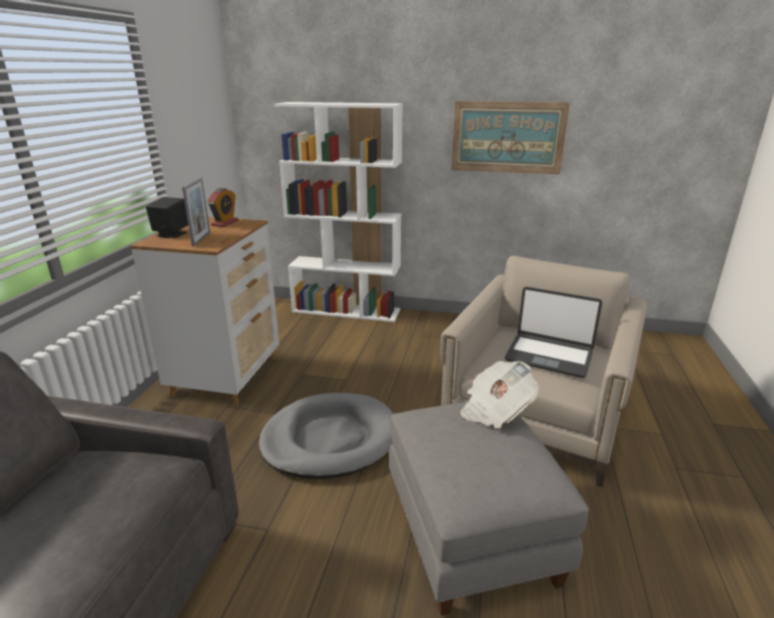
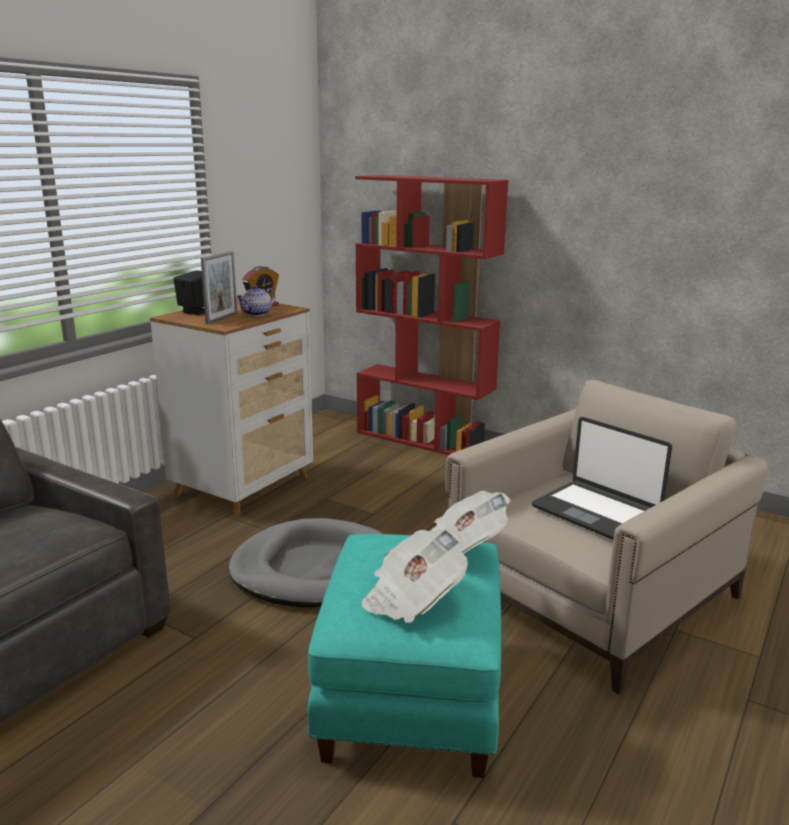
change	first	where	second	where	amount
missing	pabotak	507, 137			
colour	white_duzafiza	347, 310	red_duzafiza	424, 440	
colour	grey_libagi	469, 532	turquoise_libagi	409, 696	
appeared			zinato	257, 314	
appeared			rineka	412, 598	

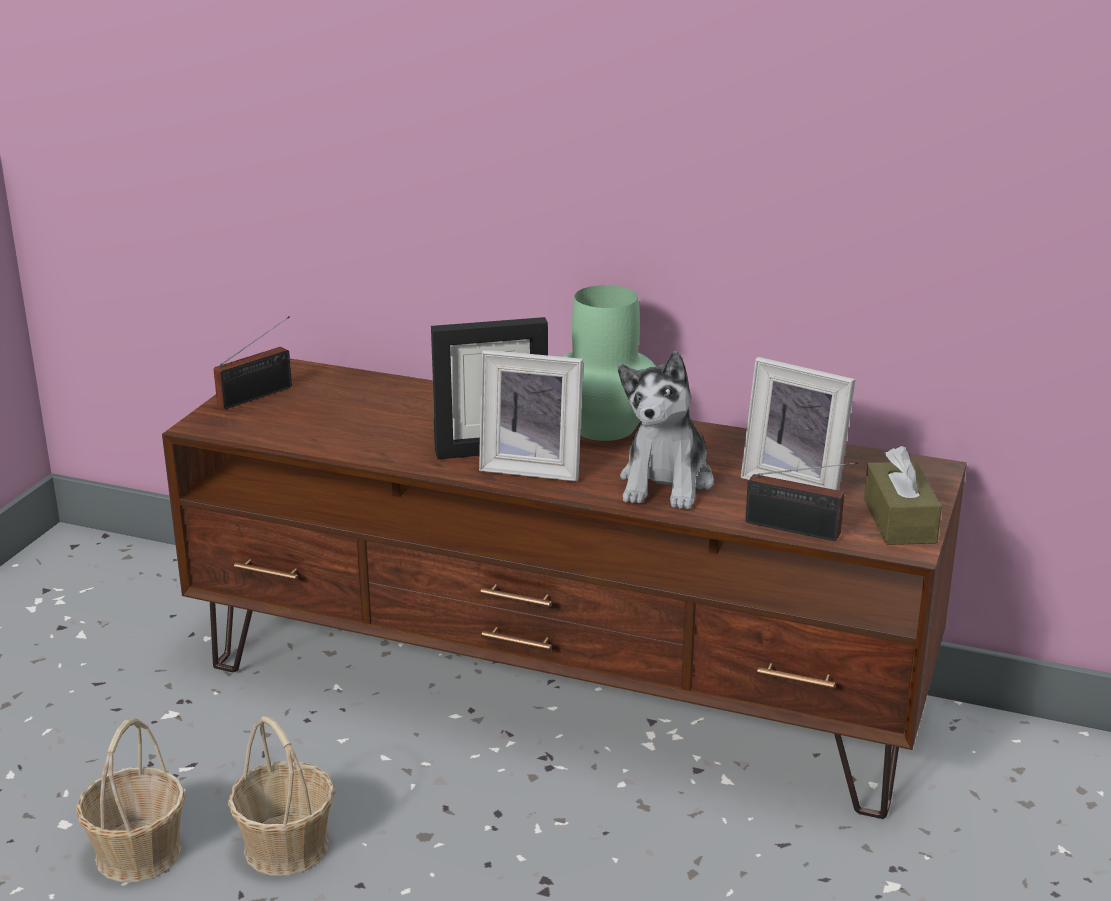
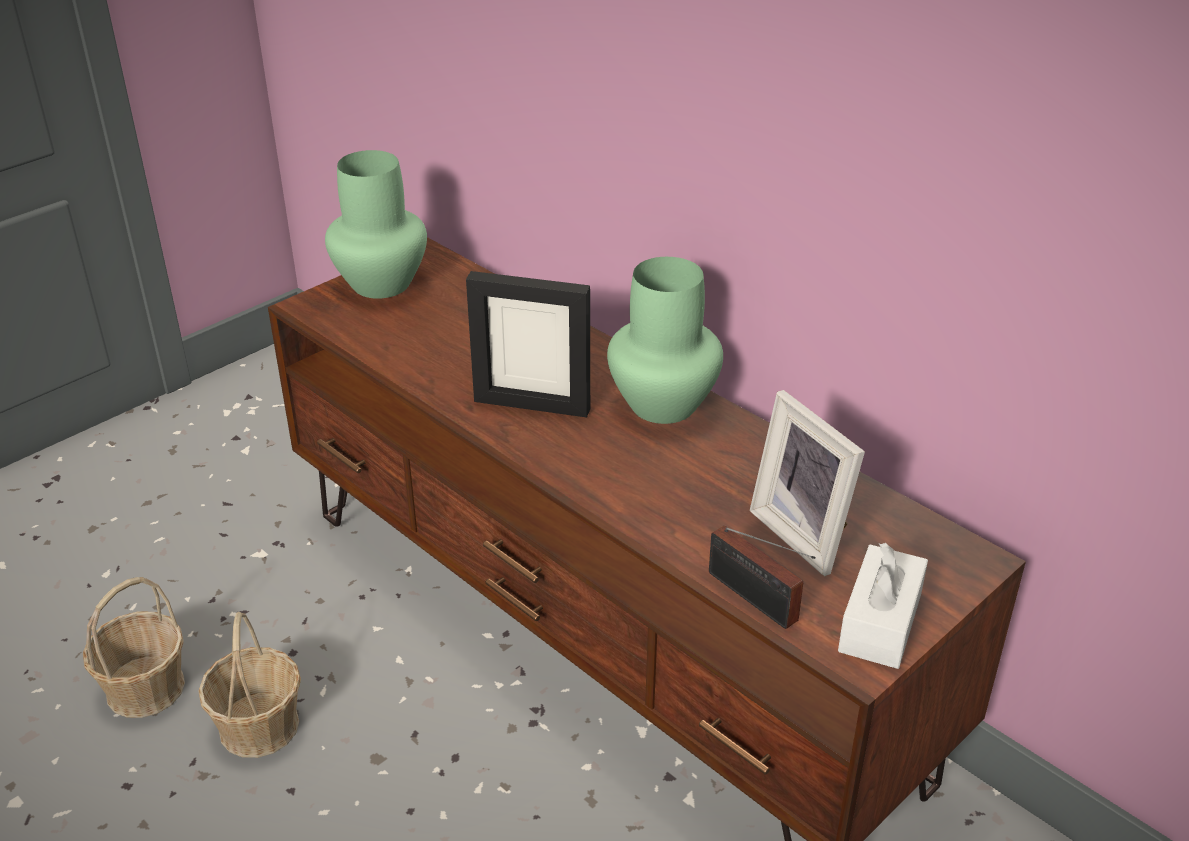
change	first	where	second	where	amount
exchanged	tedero	259, 395	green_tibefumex	381, 283	
missing	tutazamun	533, 467			
missing	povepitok	666, 483			
colour	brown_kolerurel	899, 520	white_kolerurel	880, 622	

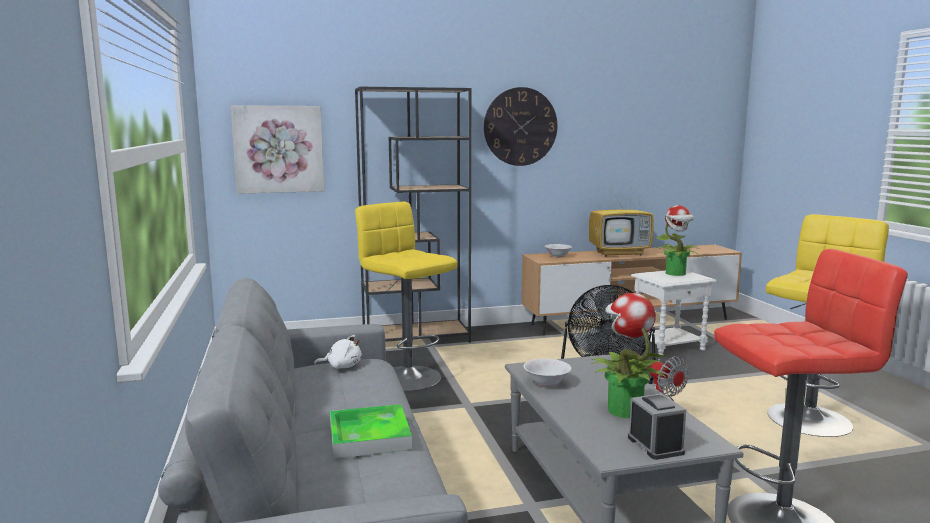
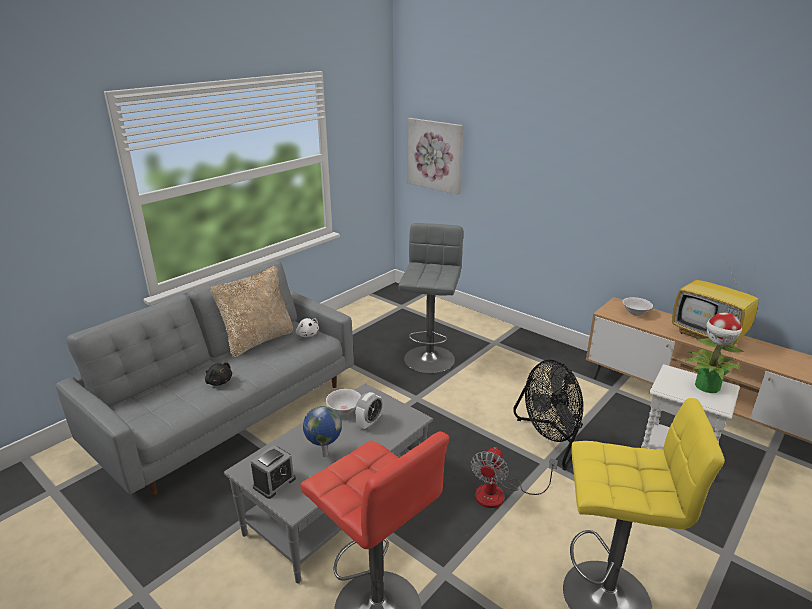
change	first	where	second	where	amount
missing	duzafiza	416, 339			
missing	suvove	520, 126			
colour	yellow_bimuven	408, 378	grey_bimuven	430, 359	
exchanged	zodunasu	624, 410	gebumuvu	324, 454	
exchanged	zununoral	369, 436	black_povepitok	219, 381	
appeared			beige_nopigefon	259, 341	
appeared			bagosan	369, 423	

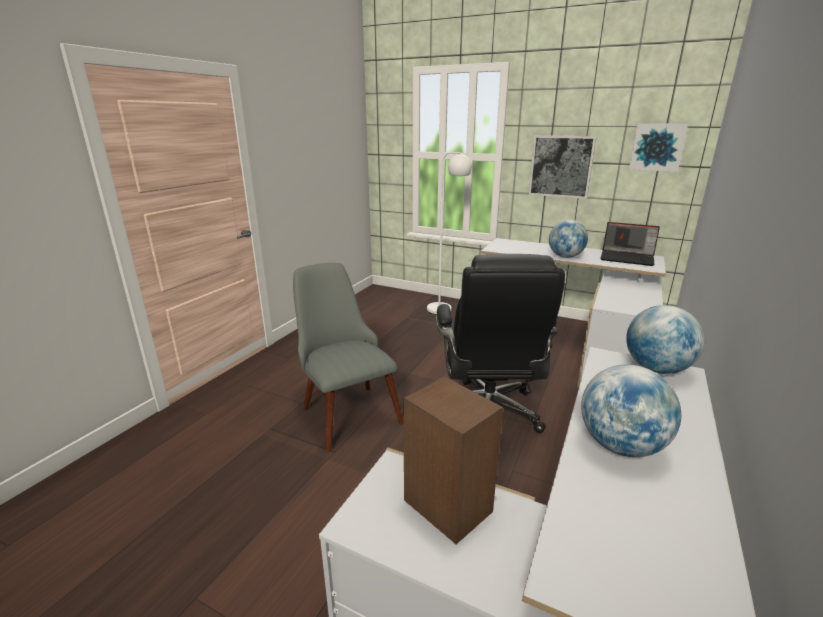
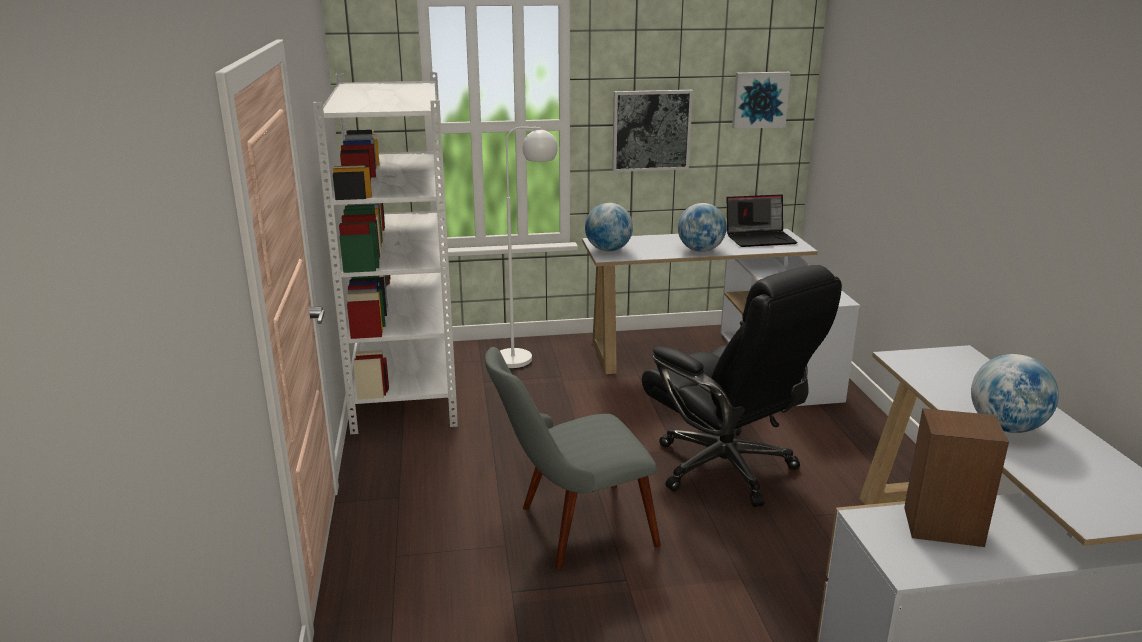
change	first	where	second	where	amount
spun	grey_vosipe	345, 409		571, 529	45 degrees counterclockwise
relocated	gebumuvu	656, 369		608, 250	
appeared			white_duzafiza	406, 384	

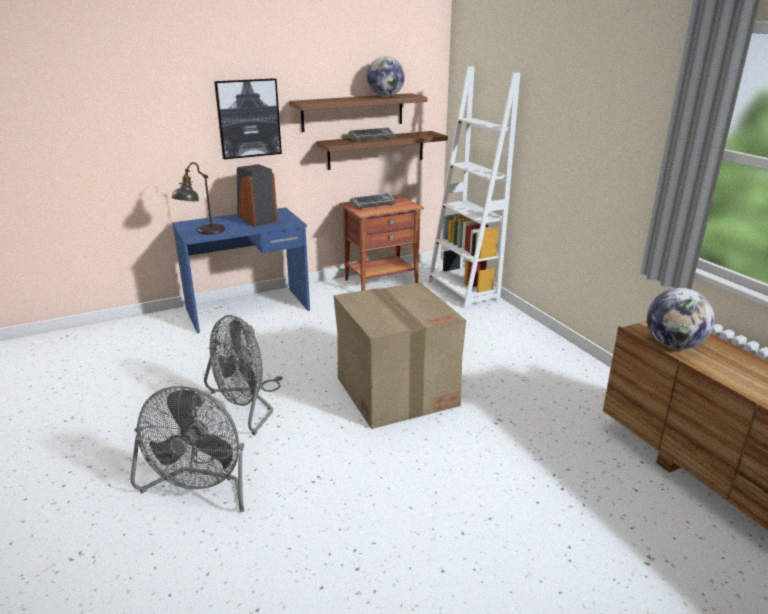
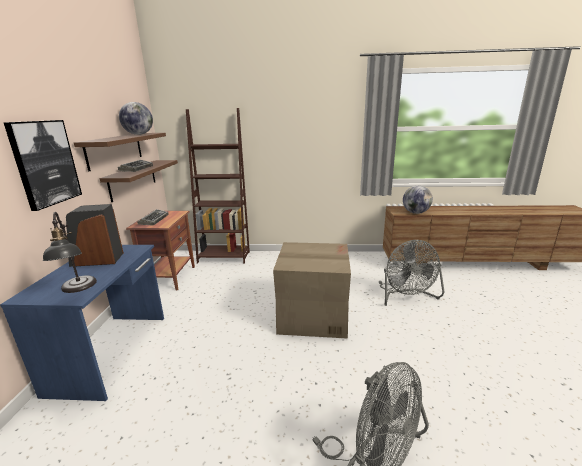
change	first	where	second	where	amount
colour	white_duzafiza	463, 290	brown_duzafiza	224, 257	
relocated	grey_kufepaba	248, 404		404, 296	

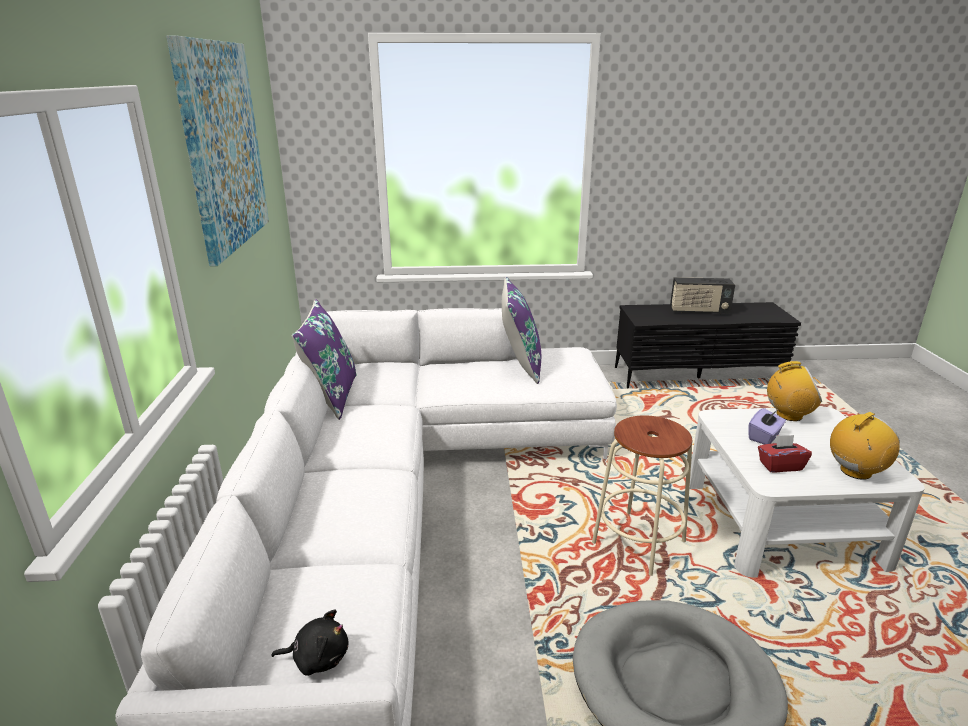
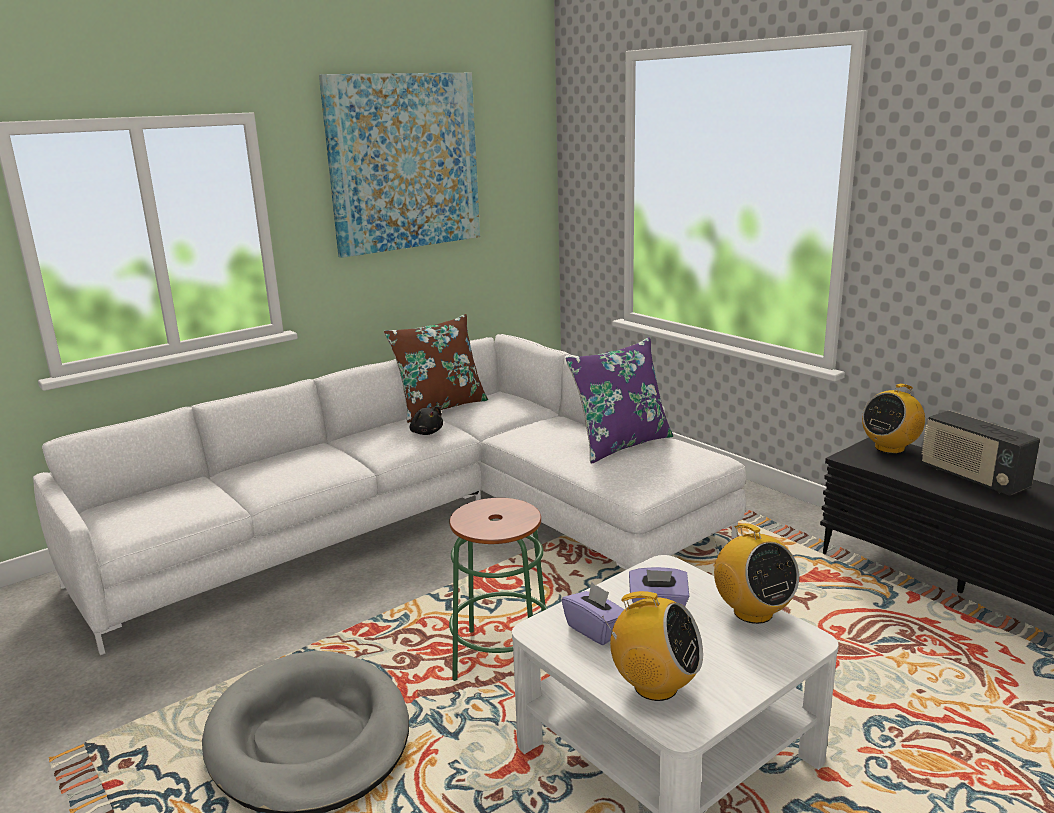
change	first	where	second	where	amount
colour	purple_nopigefon	331, 396	brown_nopigefon	440, 407	
colour	beige_bimuven	638, 542	green_bimuven	502, 657	
colour	red_kolerurel	780, 466	purple_kolerurel	595, 630	
relocated	black_povepitok	318, 658		426, 432	
appeared			tedero	889, 448	

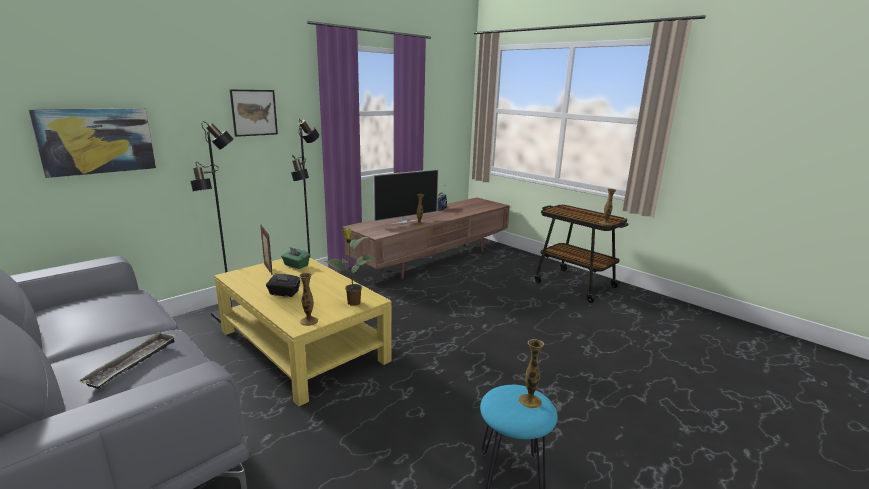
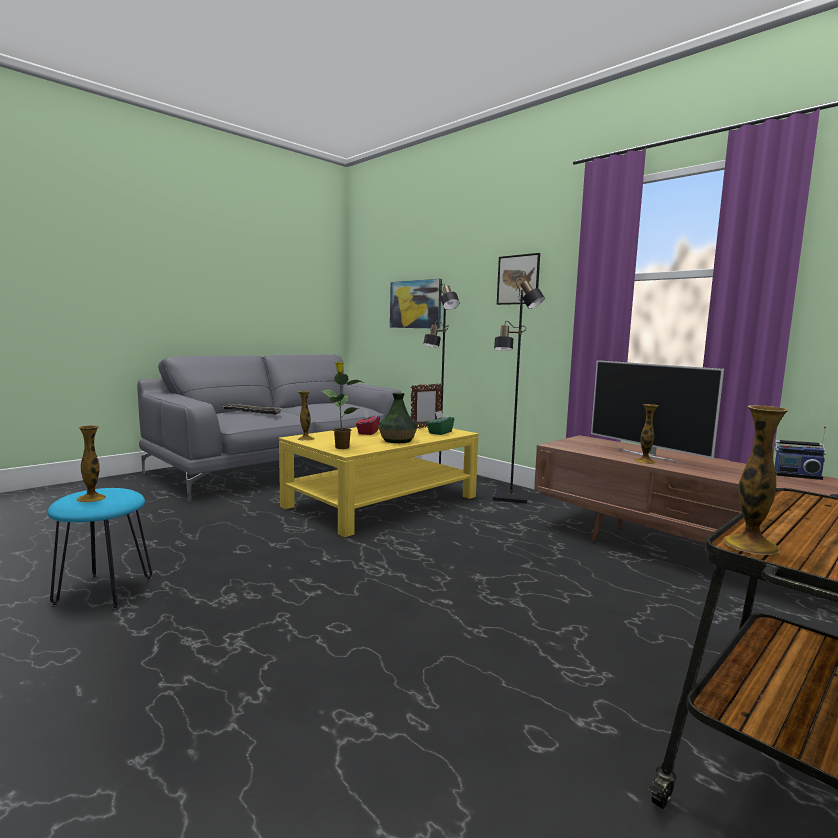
change	first	where	second	where	amount
colour	black_kolerurel	284, 293	red_kolerurel	367, 432	
appeared			tibefumex	397, 440	

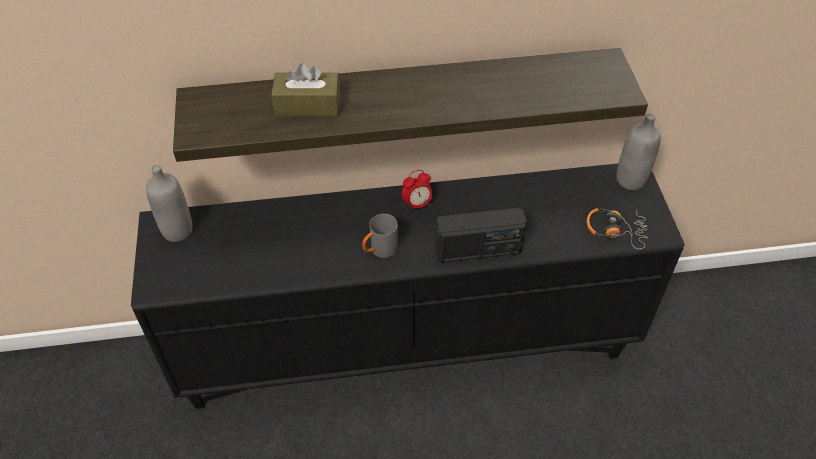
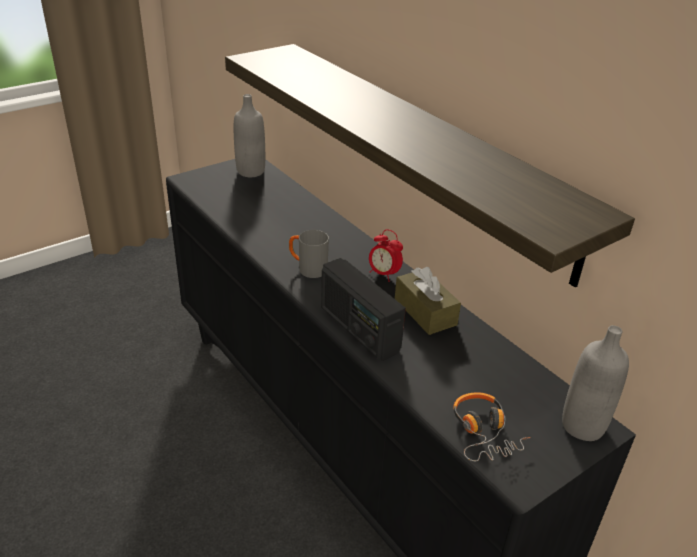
change	first	where	second	where	amount
relocated	brown_kolerurel	308, 104		425, 312	

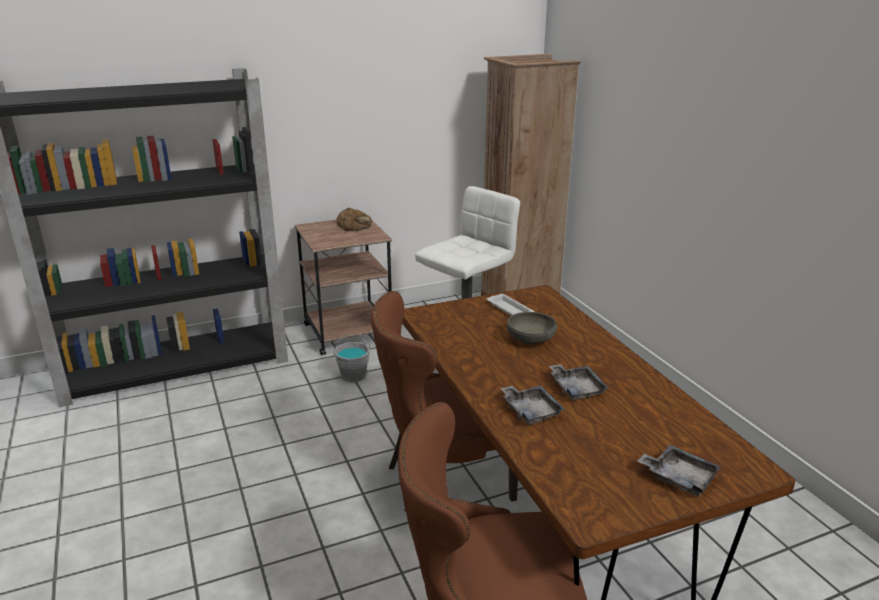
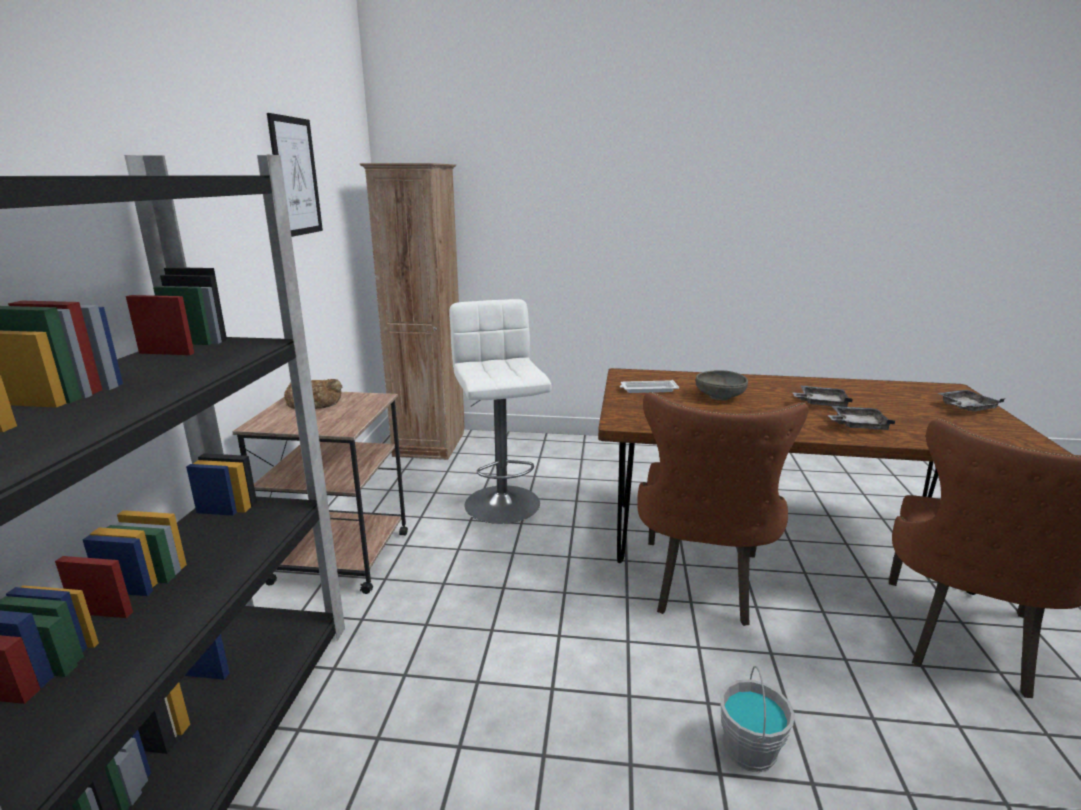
change	first	where	second	where	amount
relocated	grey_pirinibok	353, 375		748, 749	
appeared			pabotak	295, 177	

